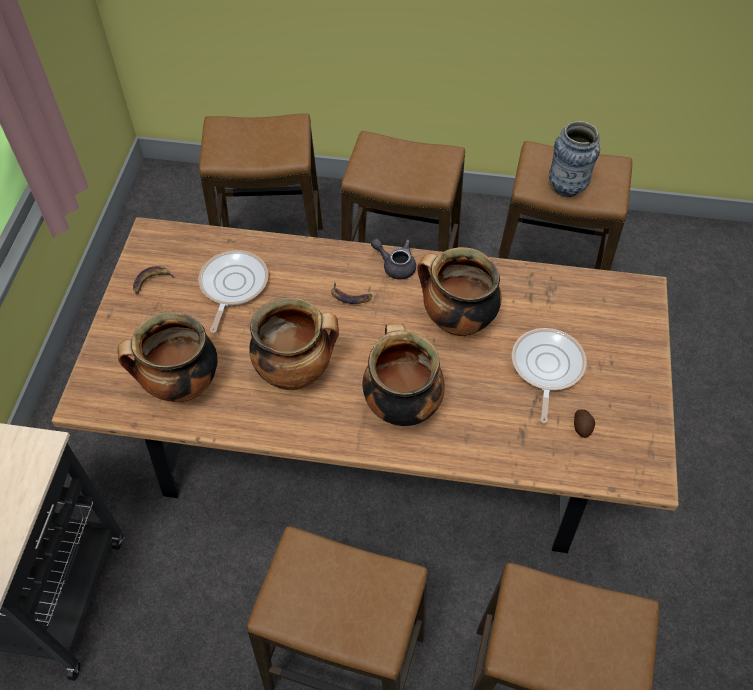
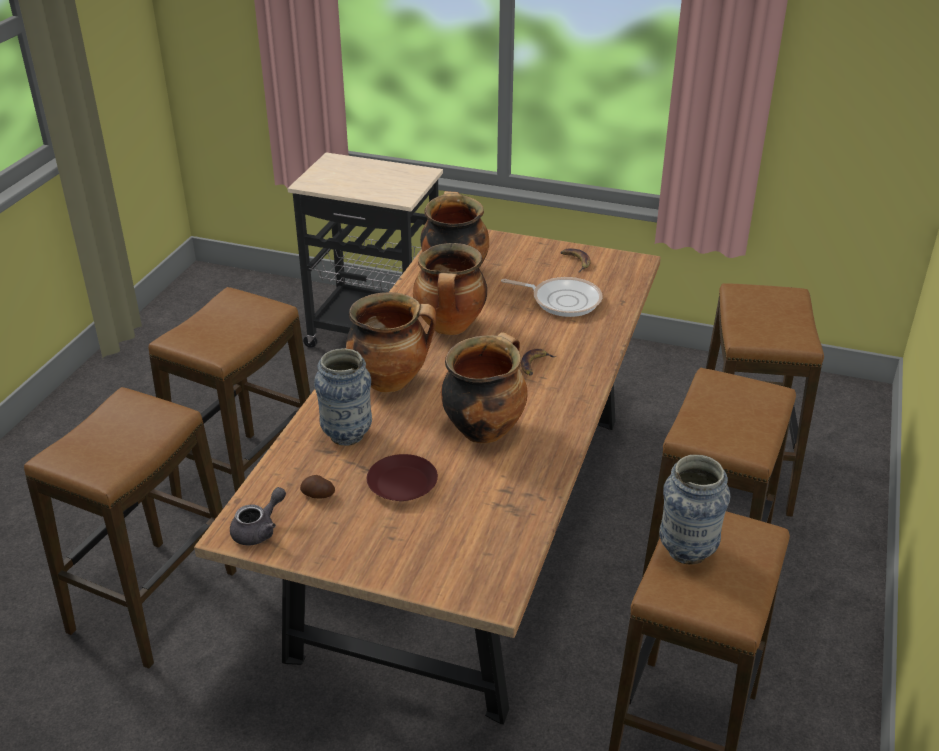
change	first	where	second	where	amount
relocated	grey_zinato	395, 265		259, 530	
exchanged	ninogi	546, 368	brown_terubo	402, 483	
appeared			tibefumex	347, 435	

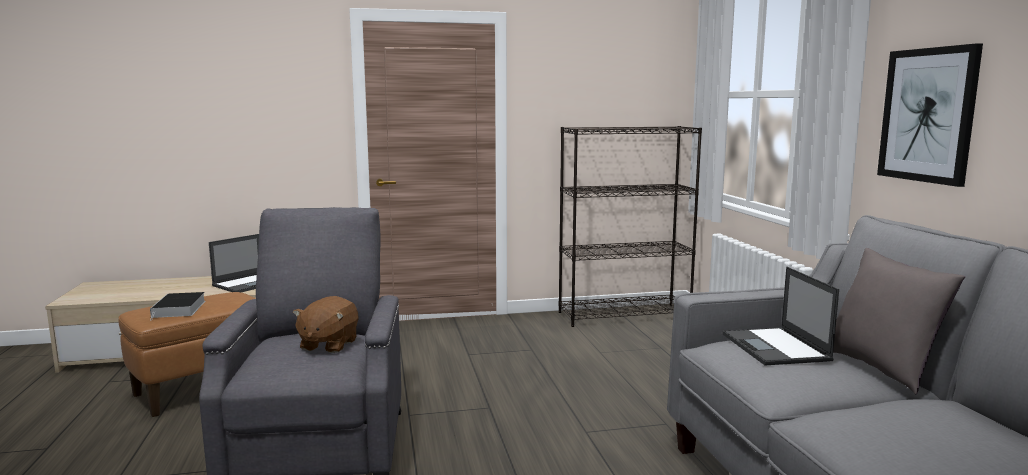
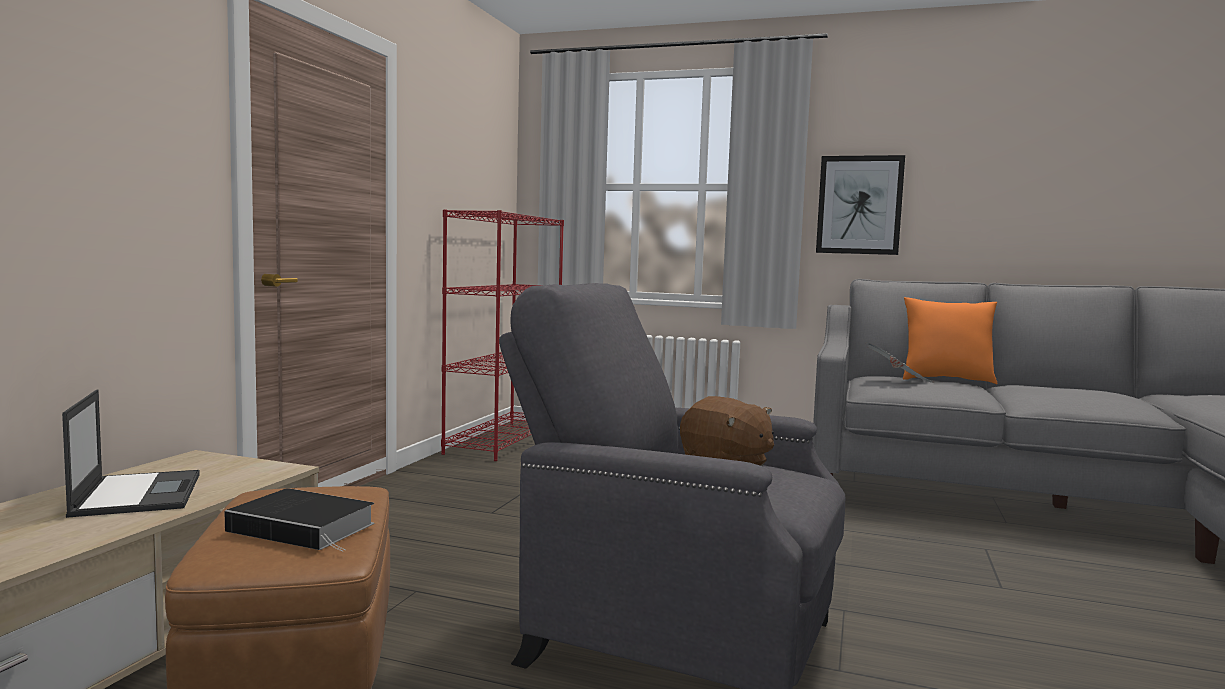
change	first	where	second	where	amount
colour	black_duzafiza	624, 315	red_duzafiza	504, 440	
colour	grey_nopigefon	882, 369	orange_nopigefon	946, 380	
exchanged	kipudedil	776, 347	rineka	898, 380	

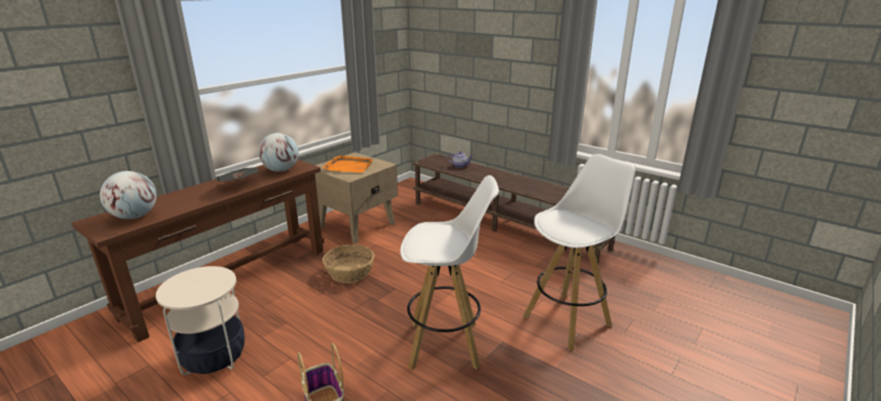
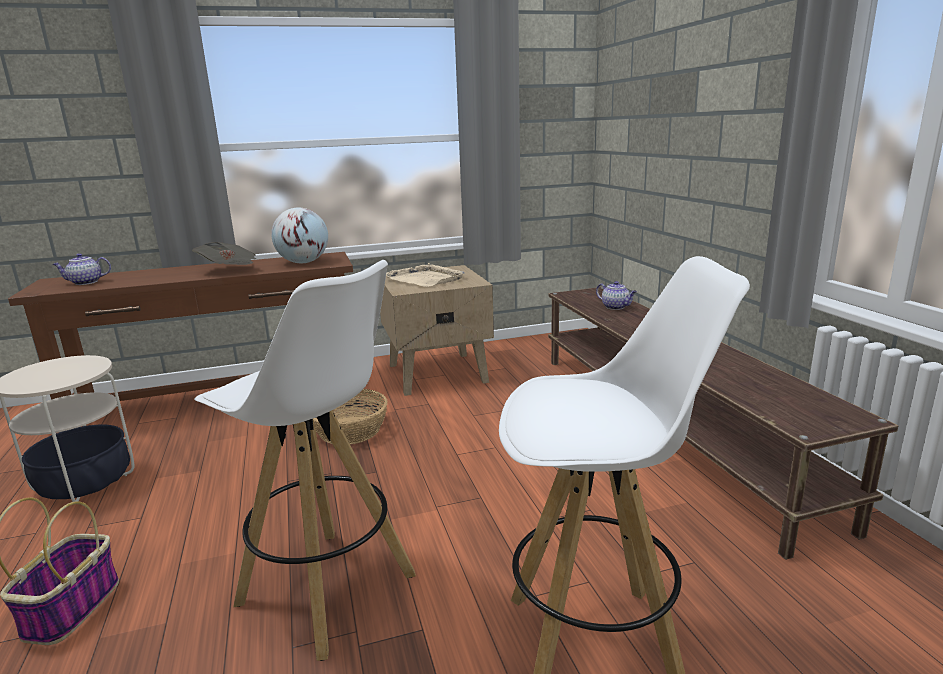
change	first	where	second	where	amount
colour	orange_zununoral	349, 166	beige_zununoral	425, 279	
exchanged	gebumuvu	135, 216	zinato	85, 282	

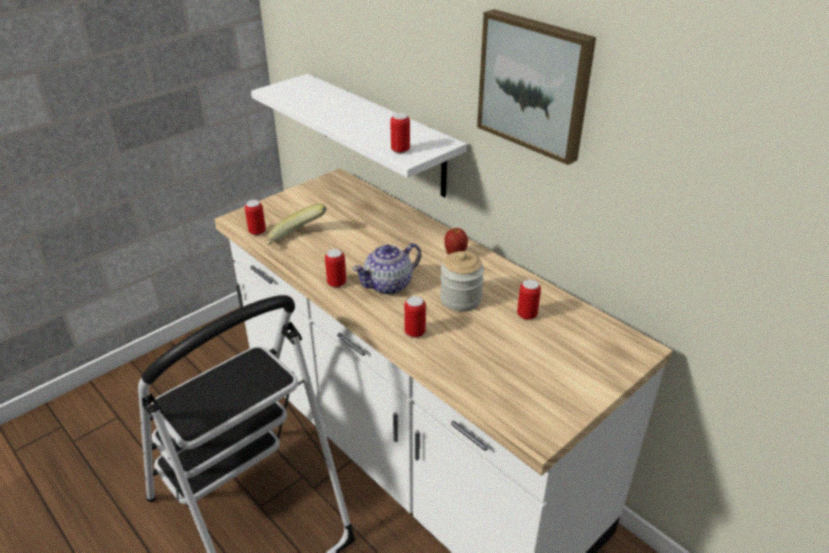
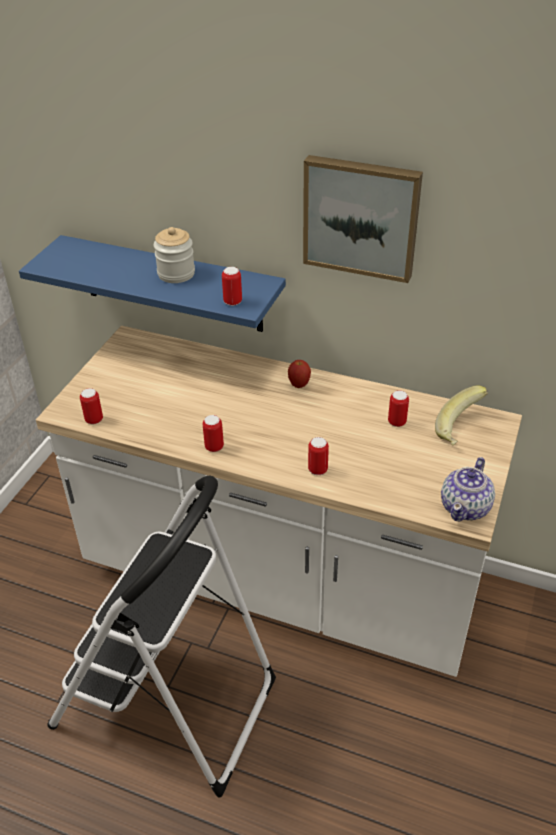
change	first	where	second	where	amount
colour	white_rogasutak	380, 135	blue_rogasutak	171, 284	
relocated	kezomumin	296, 240		461, 430	
relocated	zinato	389, 284		466, 507	
relocated	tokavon	460, 299		176, 274	

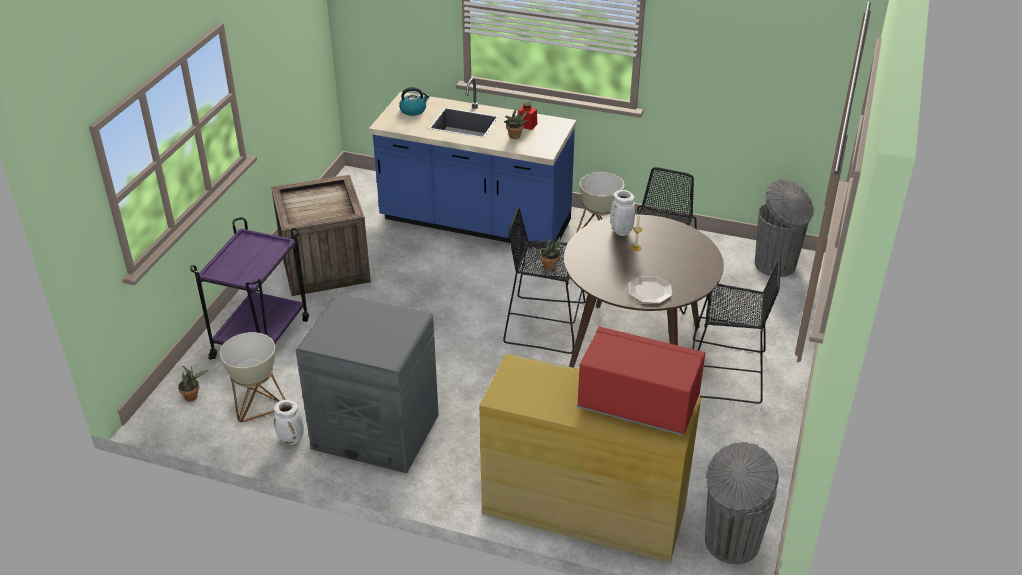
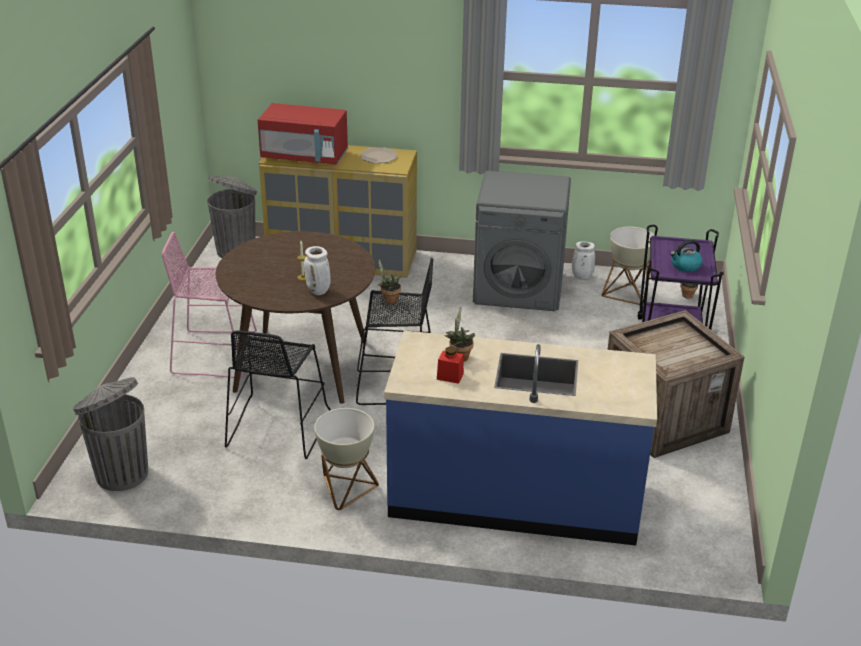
change	first	where	second	where	amount
relocated	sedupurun	413, 110		685, 266	
colour	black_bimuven	724, 372	pink_bimuven	216, 353	
relocated	terubo	649, 290		379, 156	

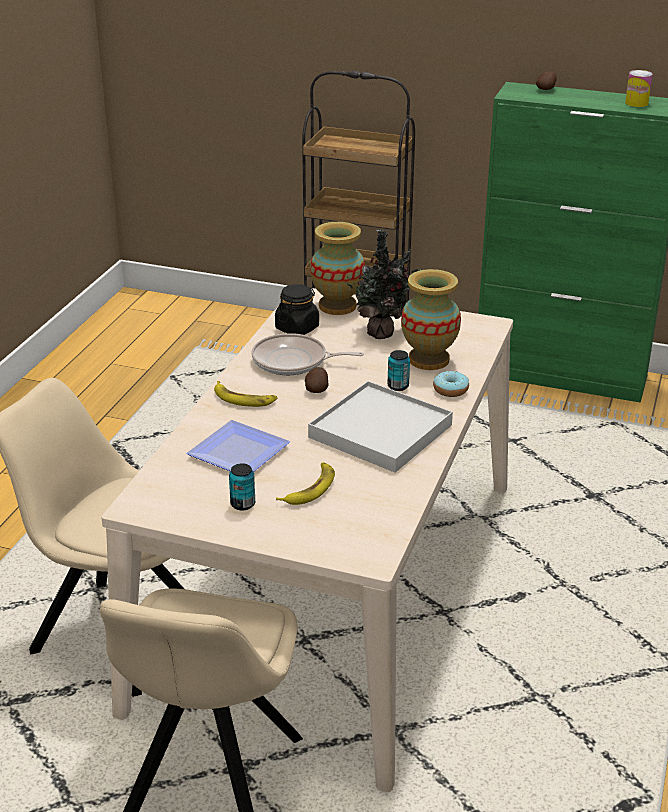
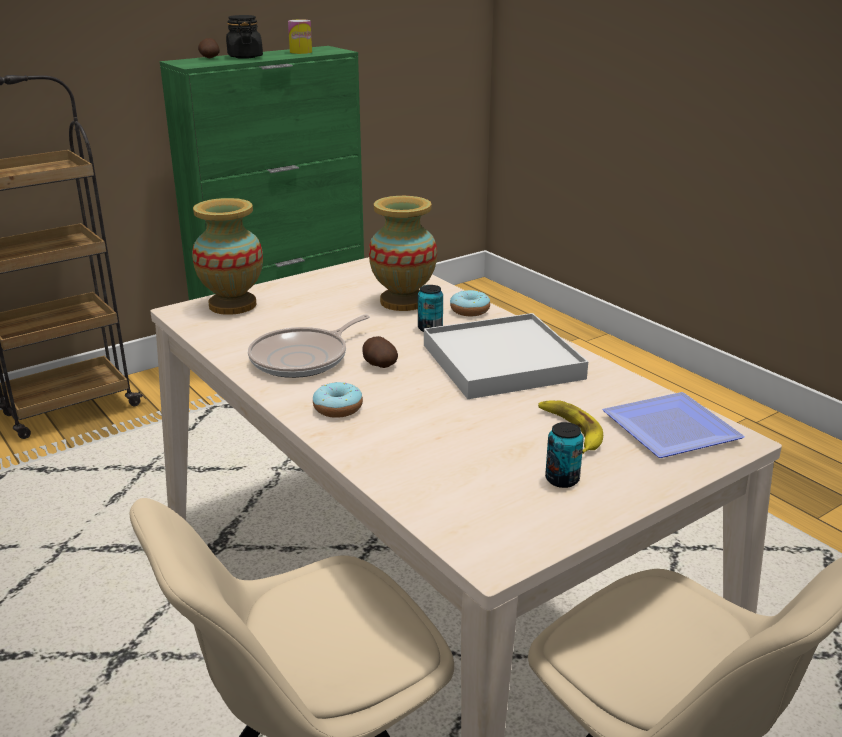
change	first	where	second	where	amount
missing	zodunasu	382, 332			
relocated	black_tokavon	297, 328		245, 57	
exchanged	kezomumin	243, 399	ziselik	338, 408	
relocated	terubo	238, 450		665, 428	

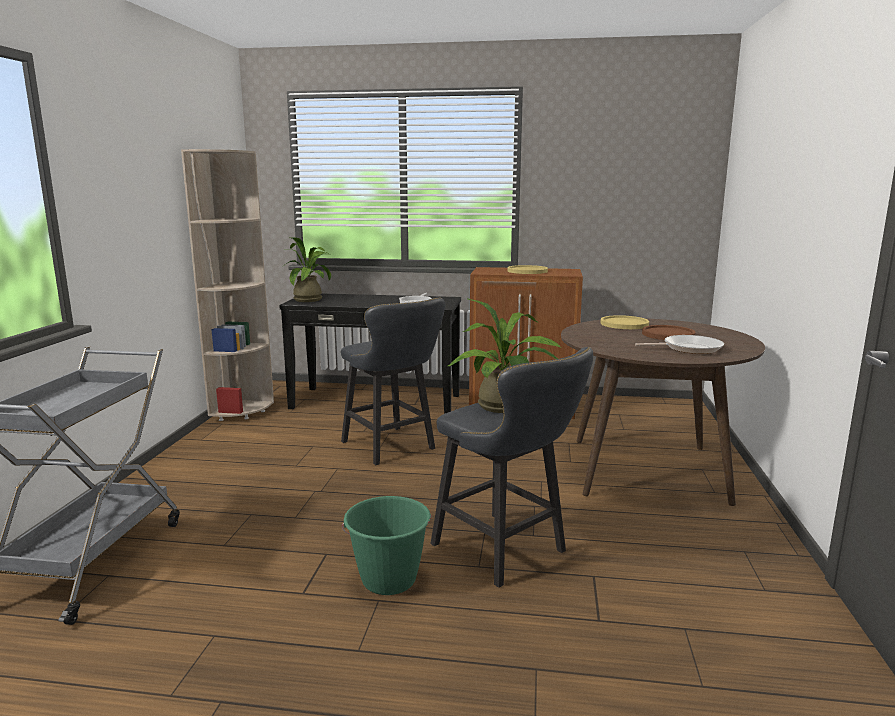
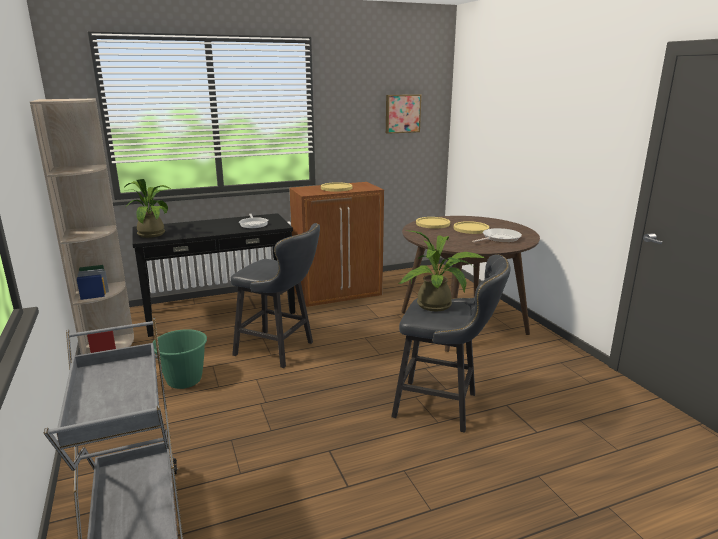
change	first	where	second	where	amount
colour	brown_terubo	668, 334	yellow_terubo	471, 229	
relocated	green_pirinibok	389, 580		184, 380	
appeared			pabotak	402, 113	

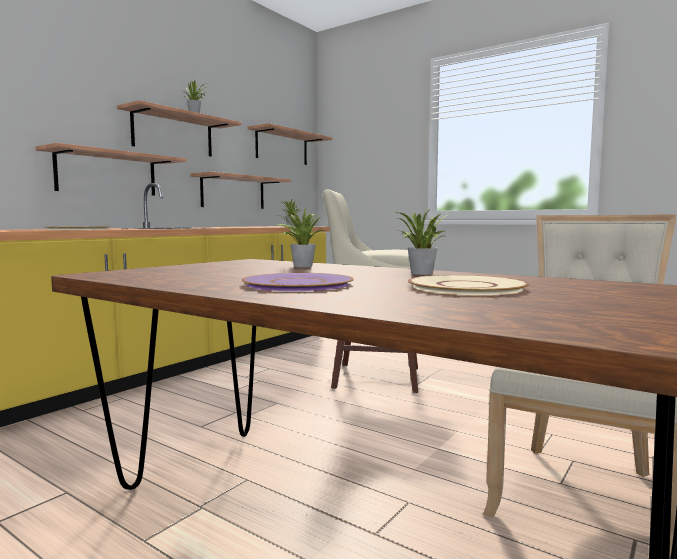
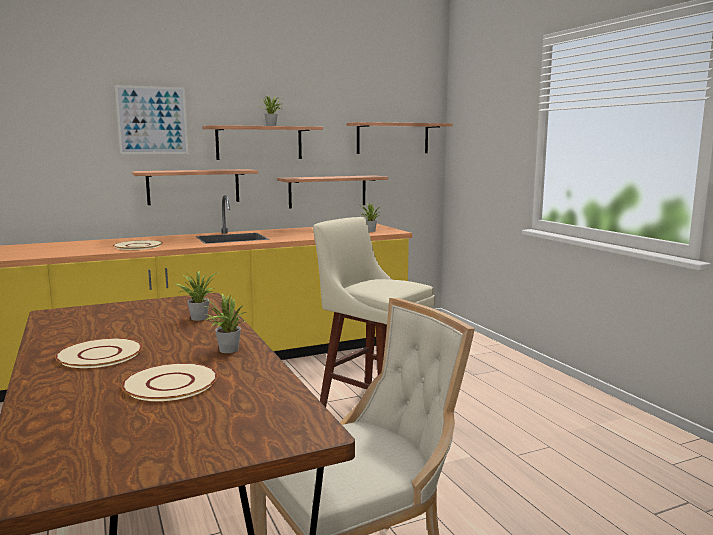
change	first	where	second	where	amount
colour	purple_terubo	298, 284	beige_terubo	100, 355	
appeared			pabotak	152, 120	

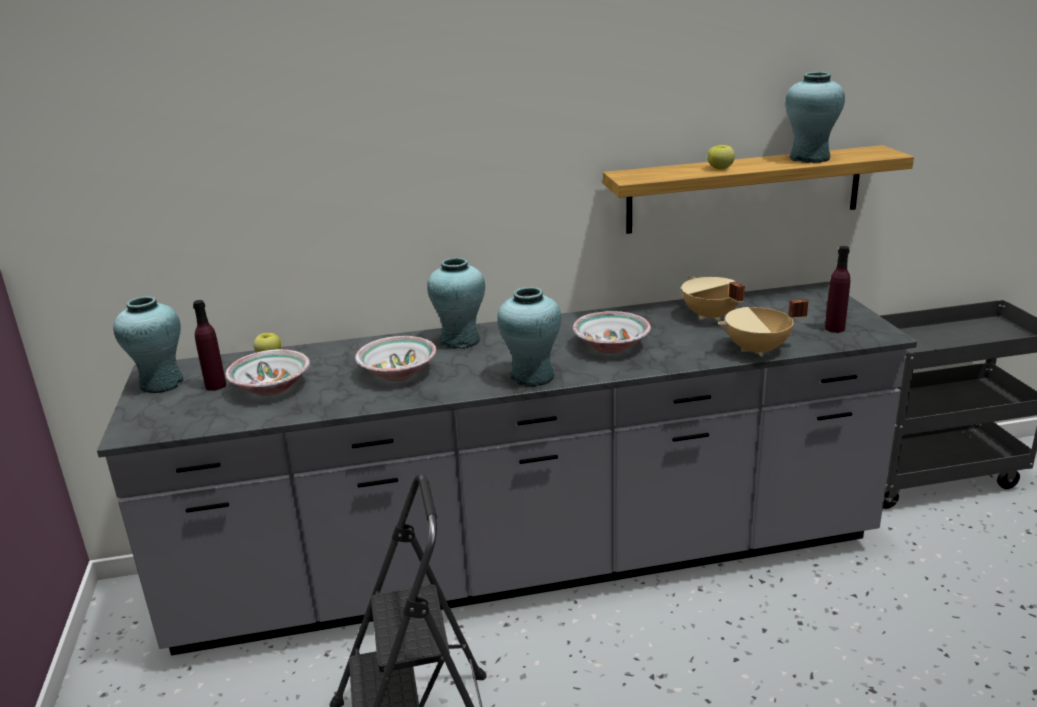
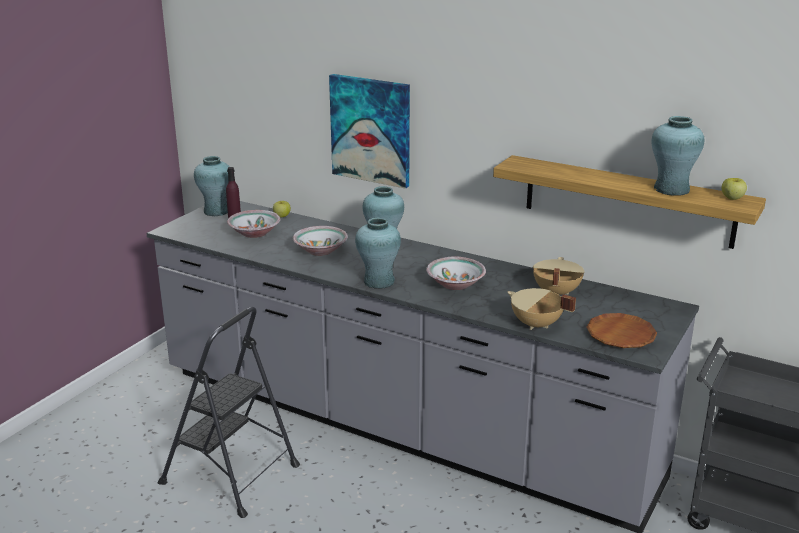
change	first	where	second	where	amount
relocated	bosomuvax	720, 168		732, 198	
exchanged	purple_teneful	834, 328	brown_terubo	620, 335	
appeared			pabotak	371, 130	

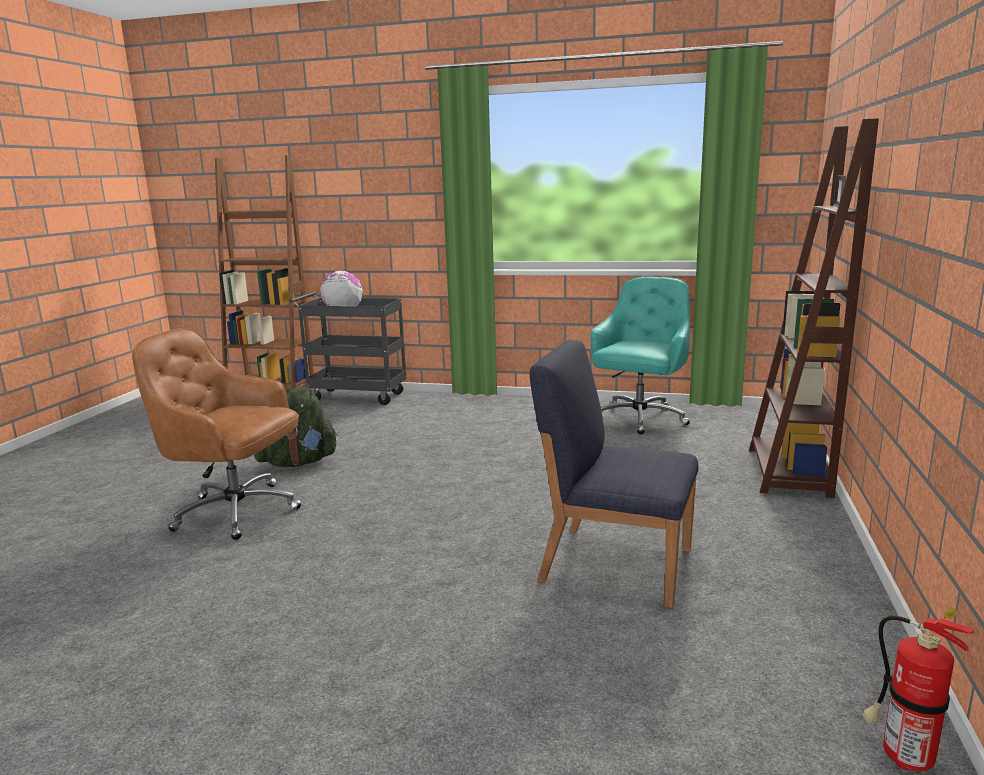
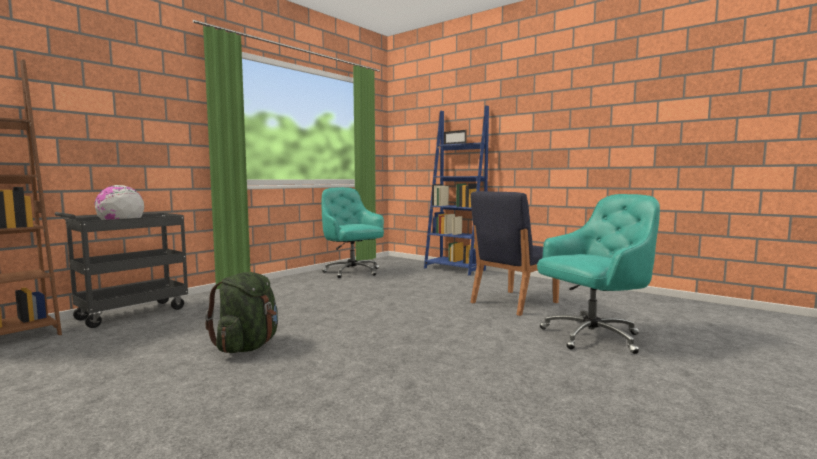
change	first	where	second	where	amount
colour	brown_duzafiza	789, 472	blue_duzafiza	454, 269	
missing	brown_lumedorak	237, 511			
missing	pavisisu	901, 756			
appeared			turquoise_lumedorak	592, 337	

